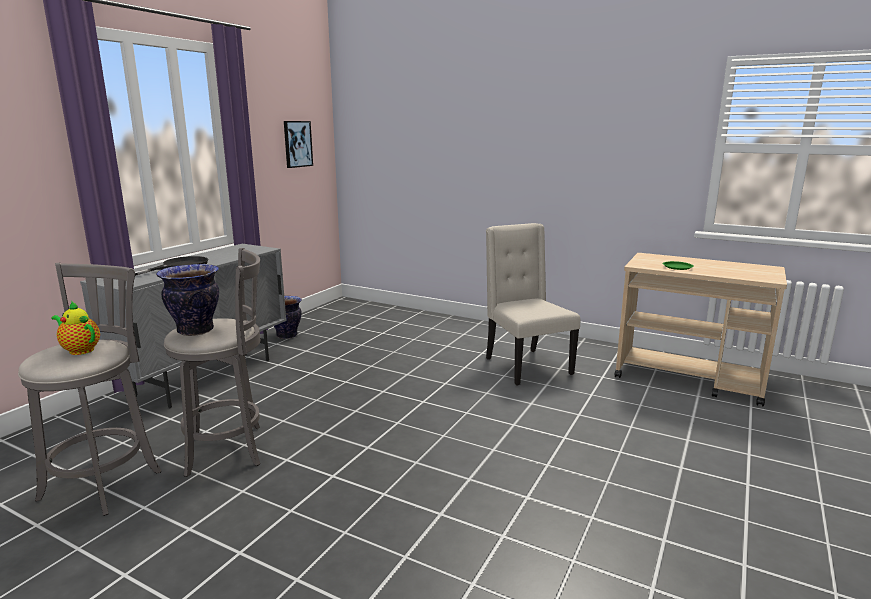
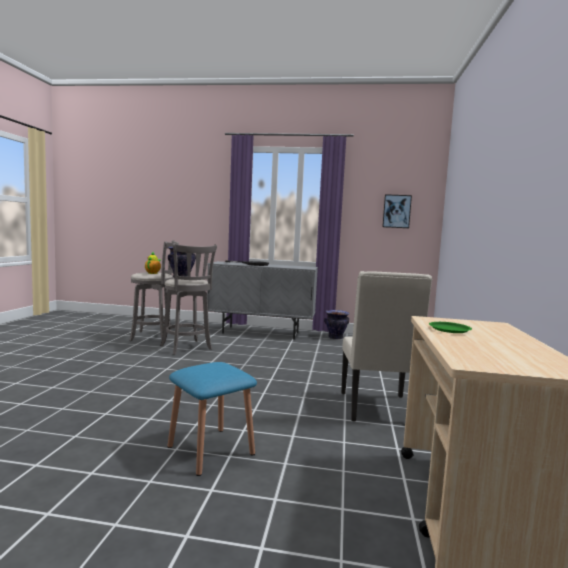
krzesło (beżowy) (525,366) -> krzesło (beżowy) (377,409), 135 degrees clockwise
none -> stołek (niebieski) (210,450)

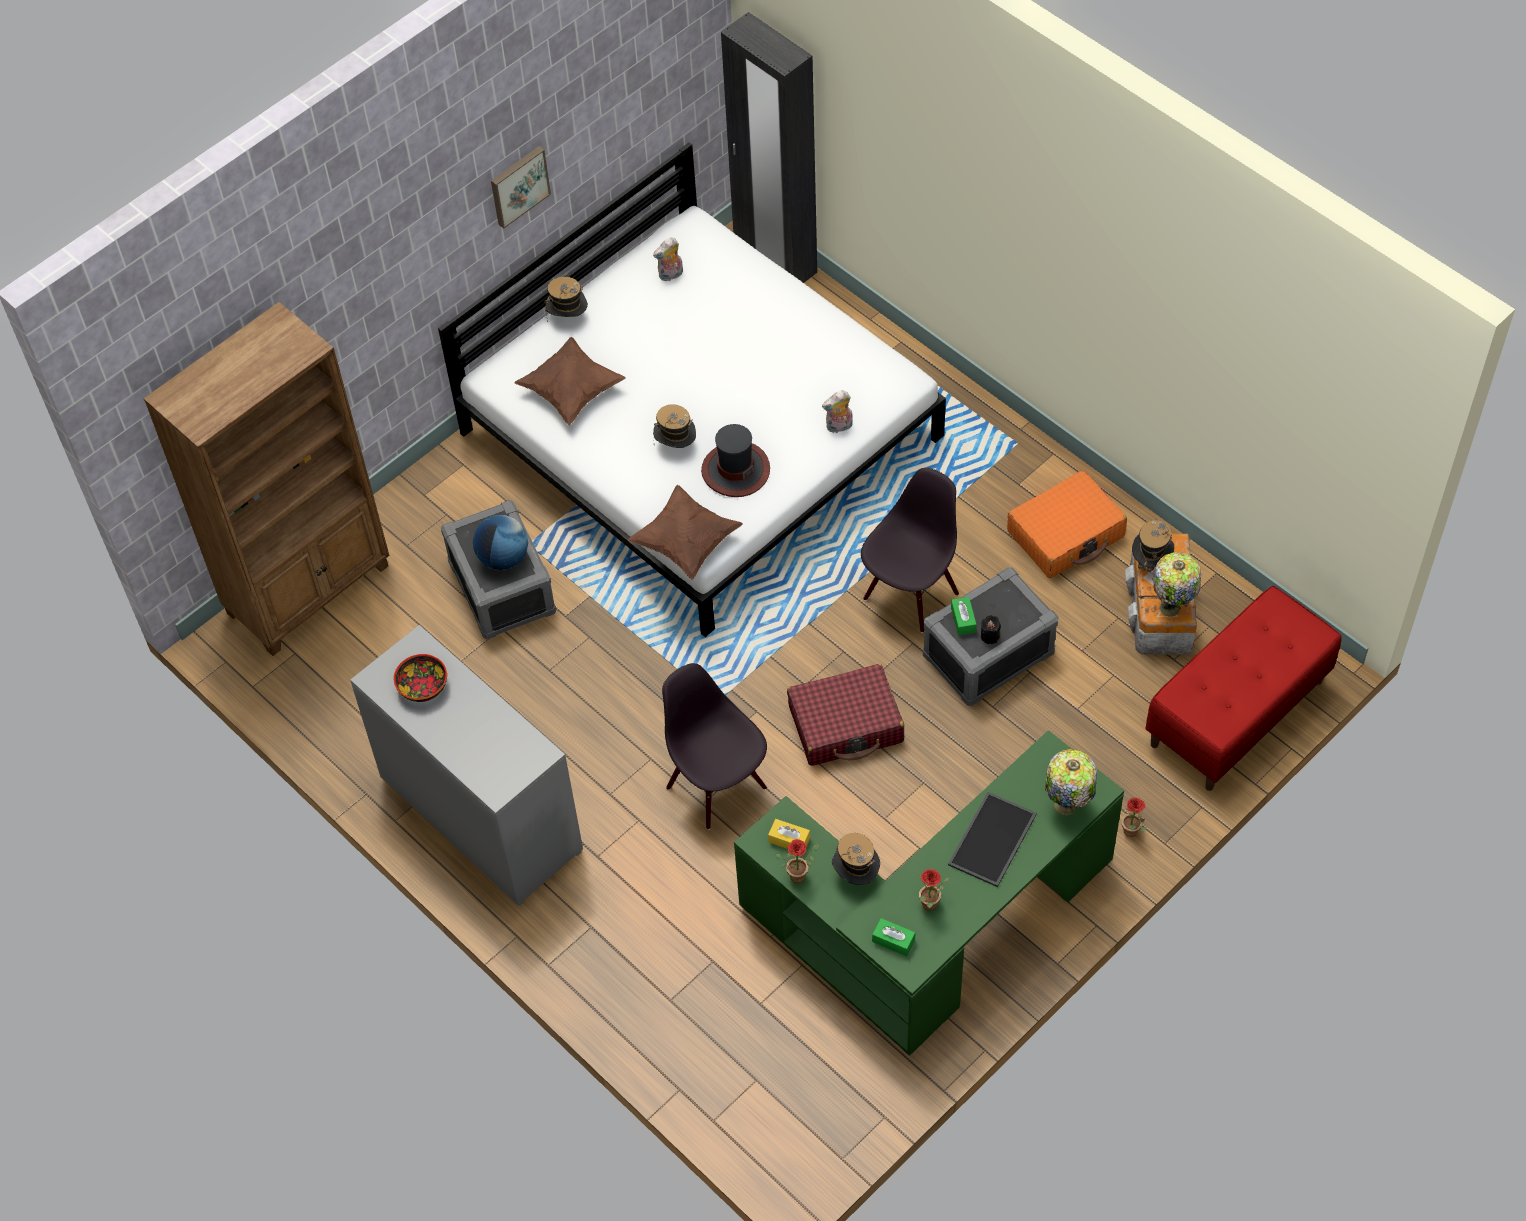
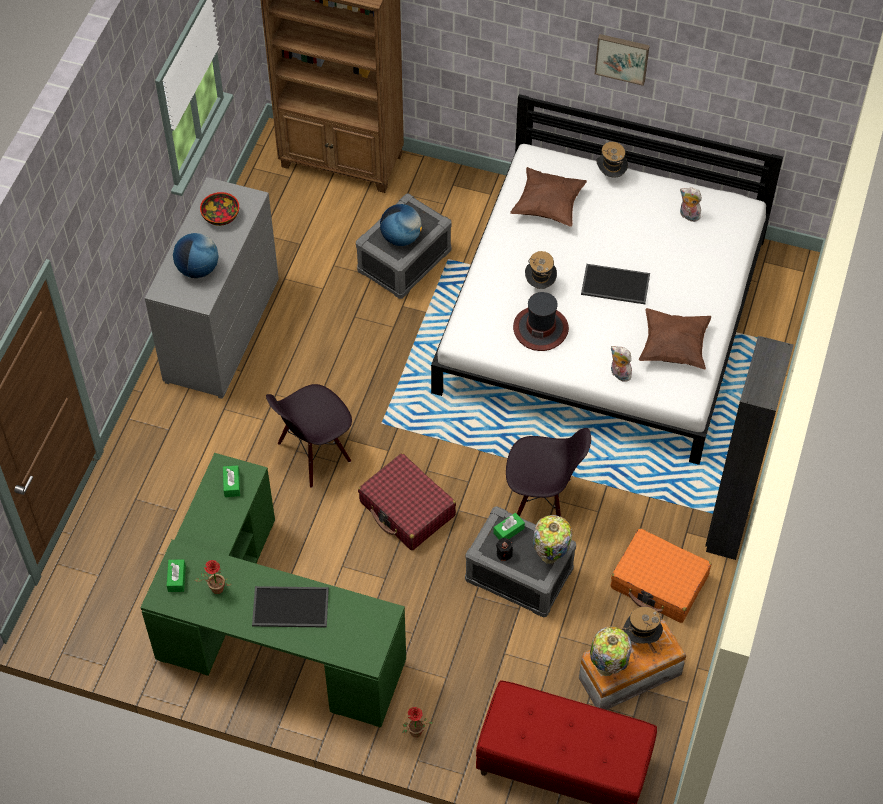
szafa (czarny) (775,260) -> szafa (czarny) (728,524), relocated
poduszka (brązowy) (686,543) -> poduszka (brązowy) (673,347), relocated
krzesło (czarny) (717,787) -> krzesło (czarny) (314,454), 150 degrees counterclockwise
lampa stołowa (1067,806) -> lampa stołowa (549,557), relocated
pudełko chusteczek (żółty) (789,840) -> pudełko chusteczek (zielony) (232,484)
kapelusz (855,875) -> none
roślina doniczkowa (799,873) -> none
none -> globus (198,269)
none -> taca (614,285)

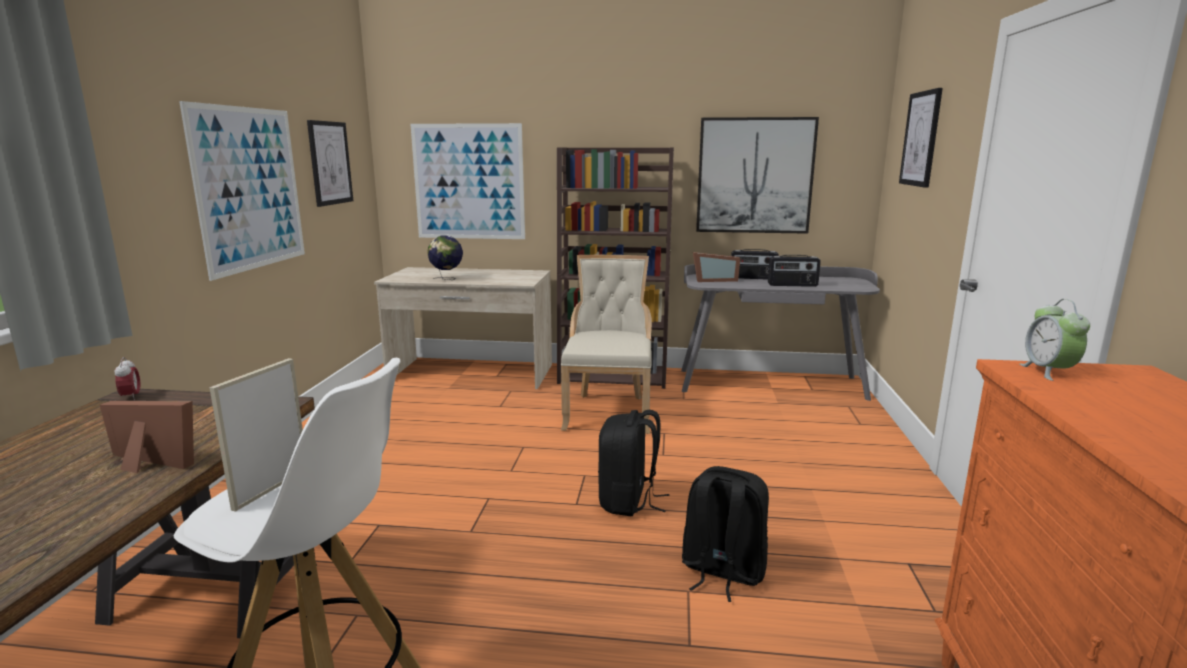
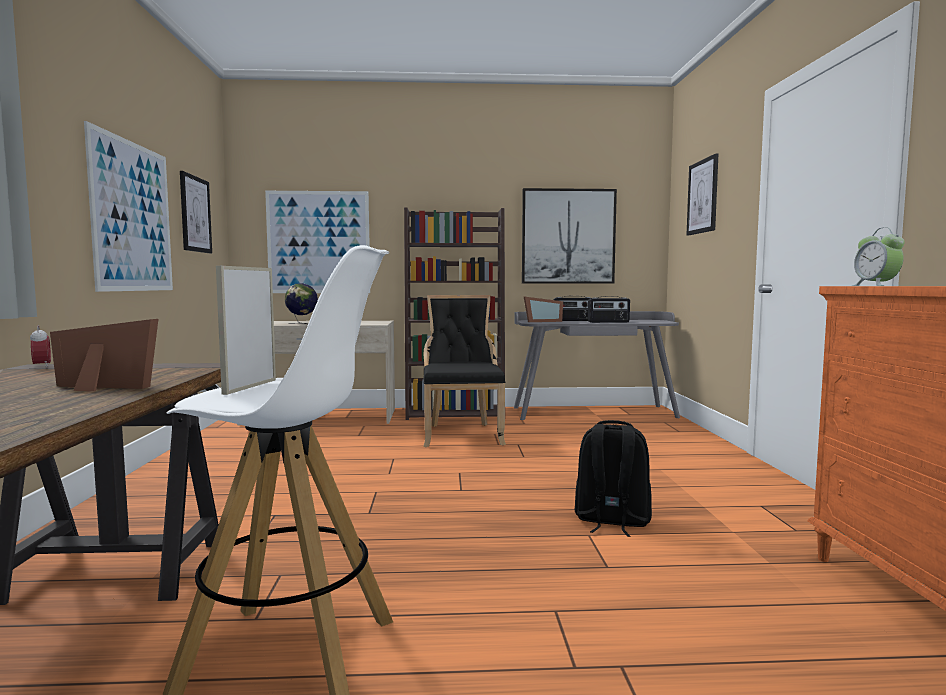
krzesło (beżowy) (608,411) -> krzesło (czarny) (461,434)
plecak (czarny) (628,501) -> none

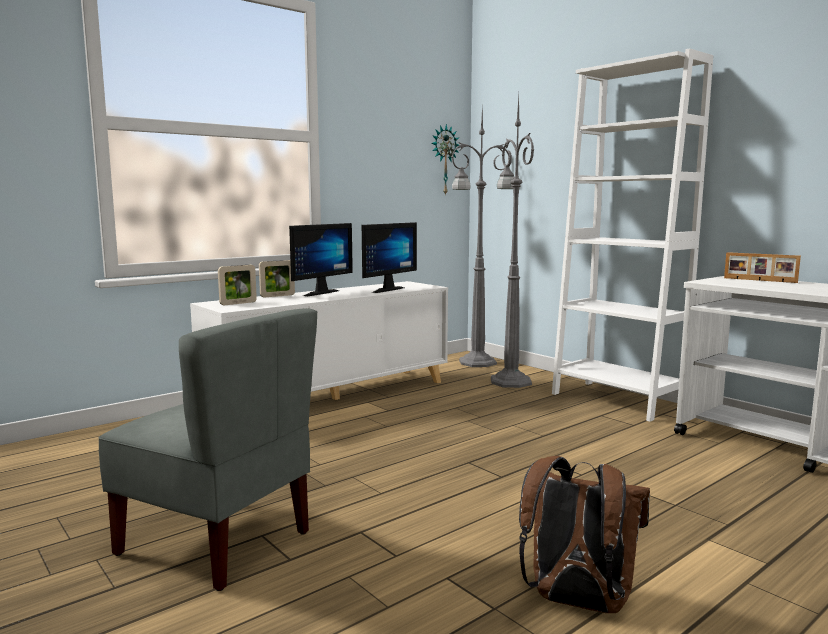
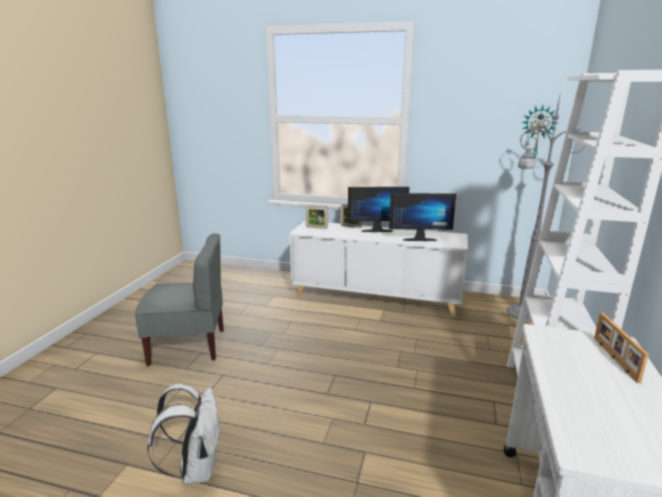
lampa stojąca (szary) (510,381) -> none
krzesło (szary) (217,542) -> krzesło (szary) (188,346), 90 degrees counterclockwise
plecak (brązowy) (576,602) -> plecak (biały) (196,468)

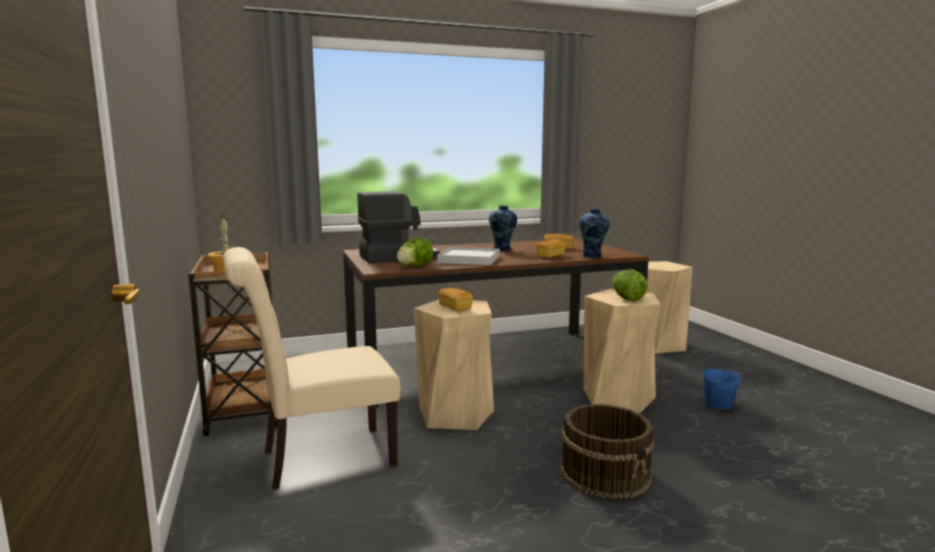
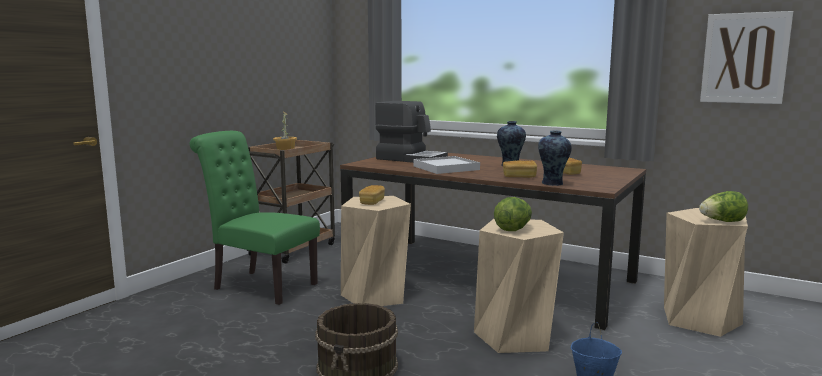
sałata (414,267) -> sałata (722,221), relocated
krzesło (beżowy) (319,459) -> krzesło (zielony) (260,285)
none -> obraz (744,58)

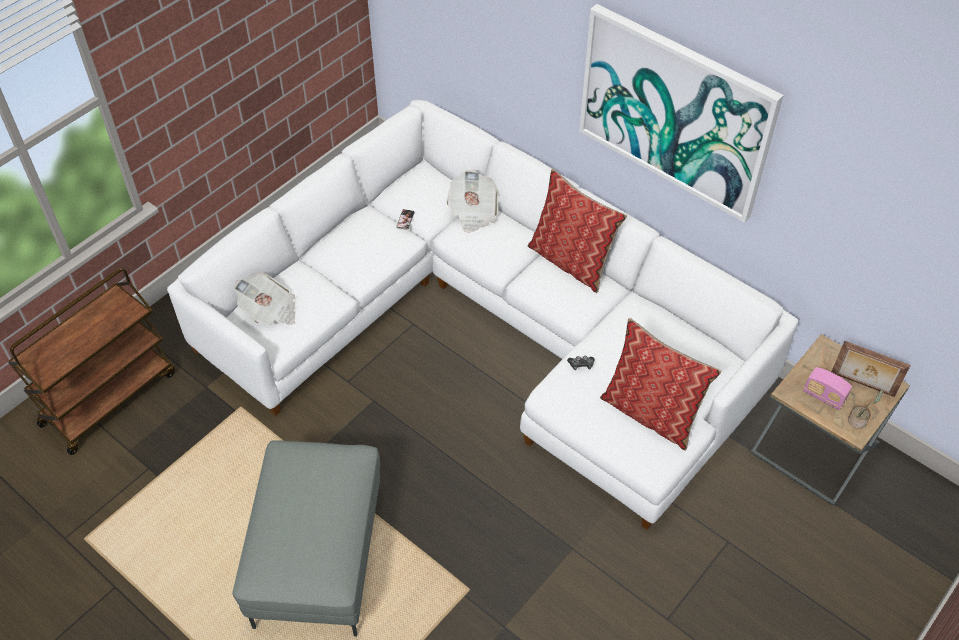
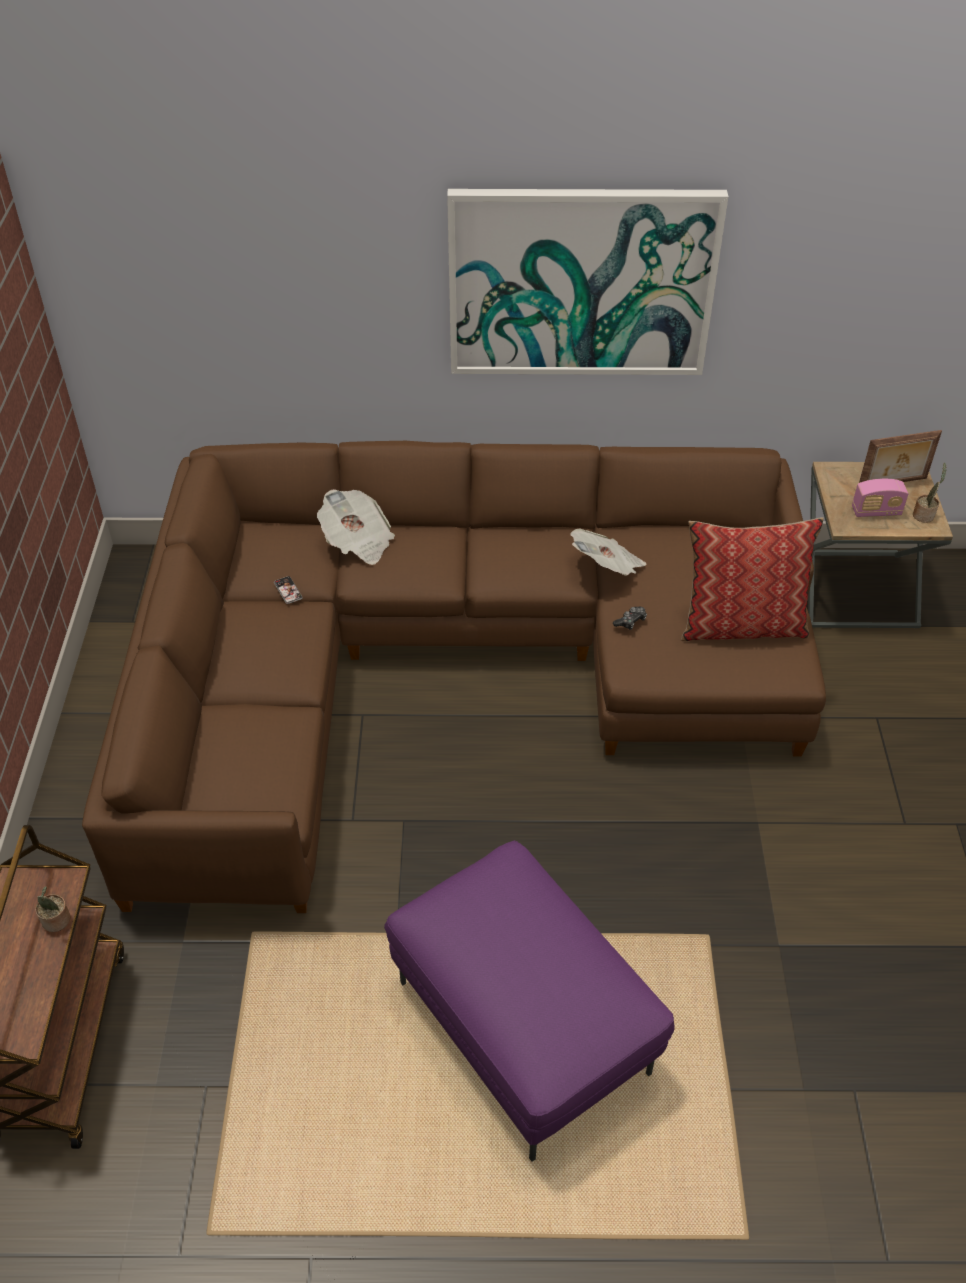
kanapa (biały) (489,326) -> kanapa (brązowy) (447,666)
poduszka (571,261) -> none
gazeta (269,311) -> gazeta (607,567), relocated
pufa (szary) (320,559) -> pufa (fioletowy) (525,1027)
none -> roślina doniczkowa (57,921)

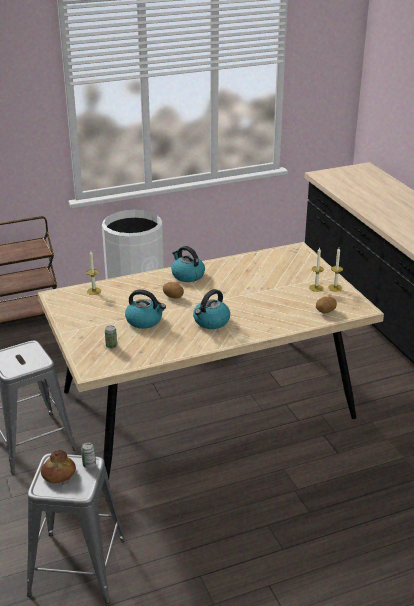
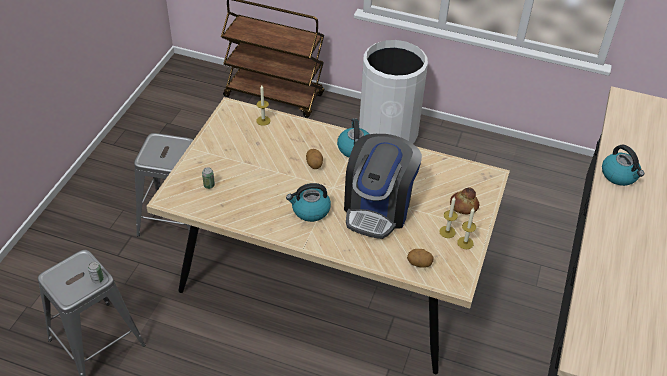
czajnik (145,321) -> czajnik (619,175), relocated
chleb (58,474) -> chleb (463,206), relocated
none -> ekspres do kawy (378,208)

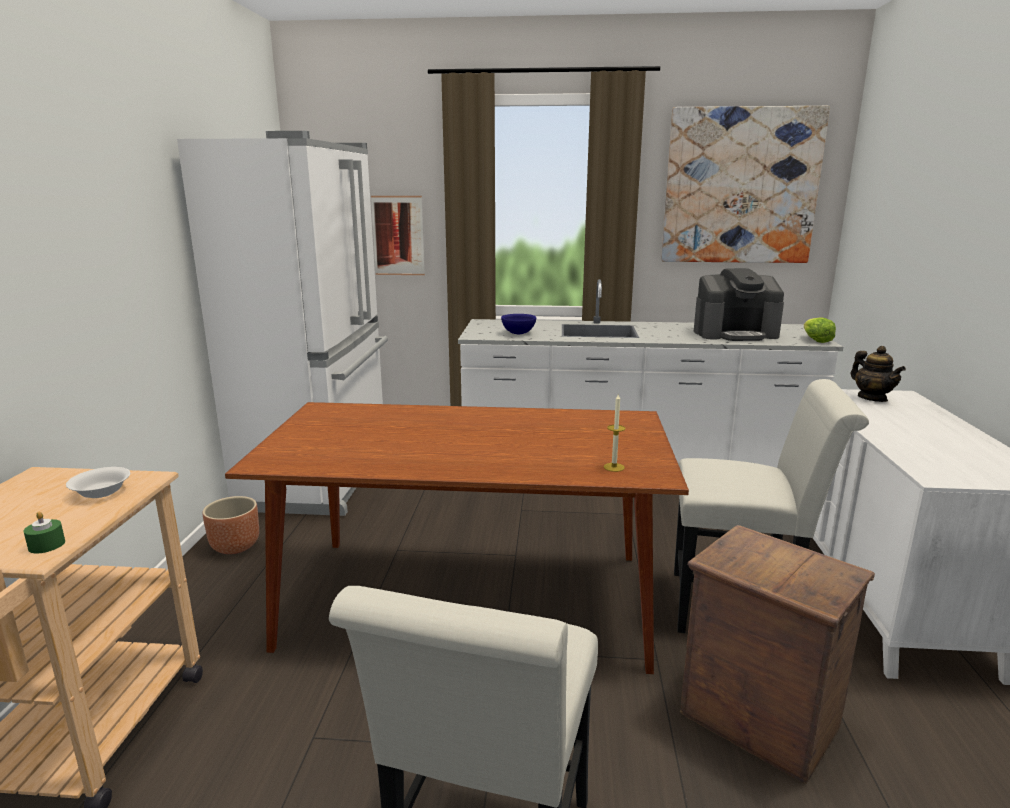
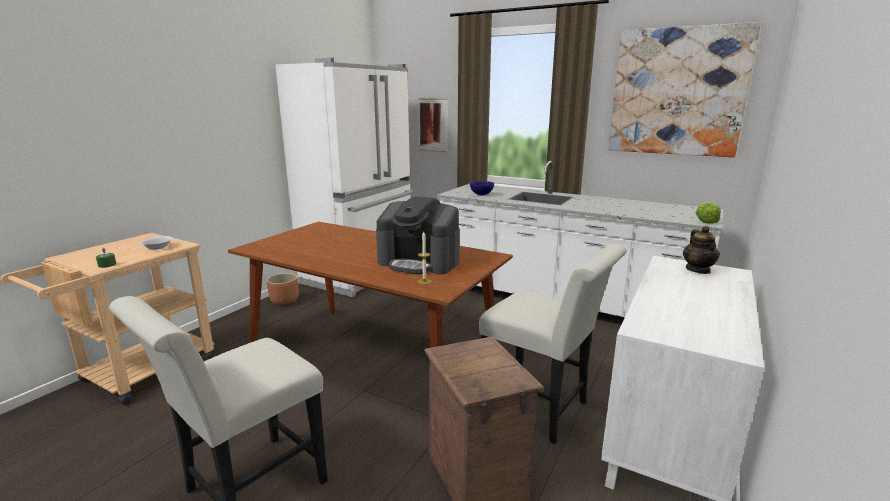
ekspres do kawy (735,334) -> ekspres do kawy (419,262), relocated

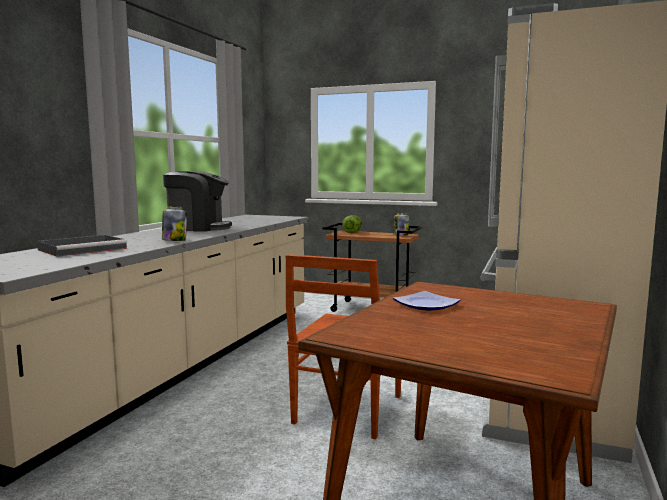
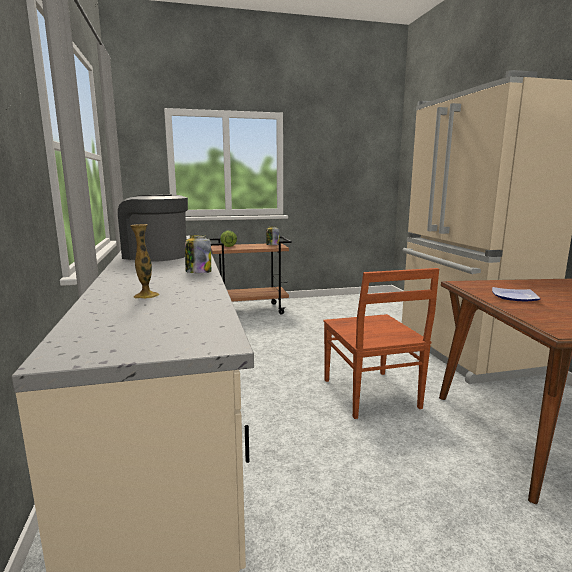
ekspres do kawy (198,228) -> ekspres do kawy (155,256), 120 degrees counterclockwise
taca (szary) (84,249) -> wazon (146,295)

